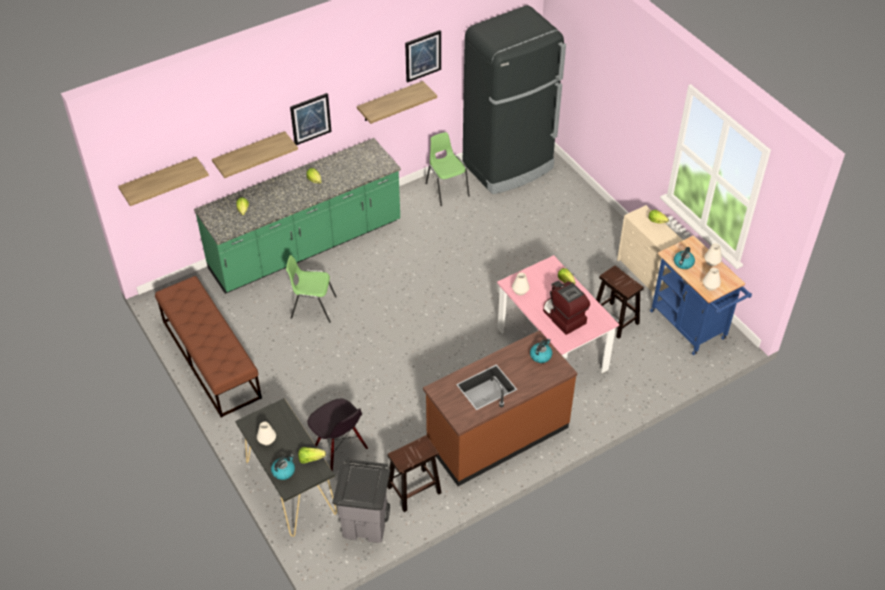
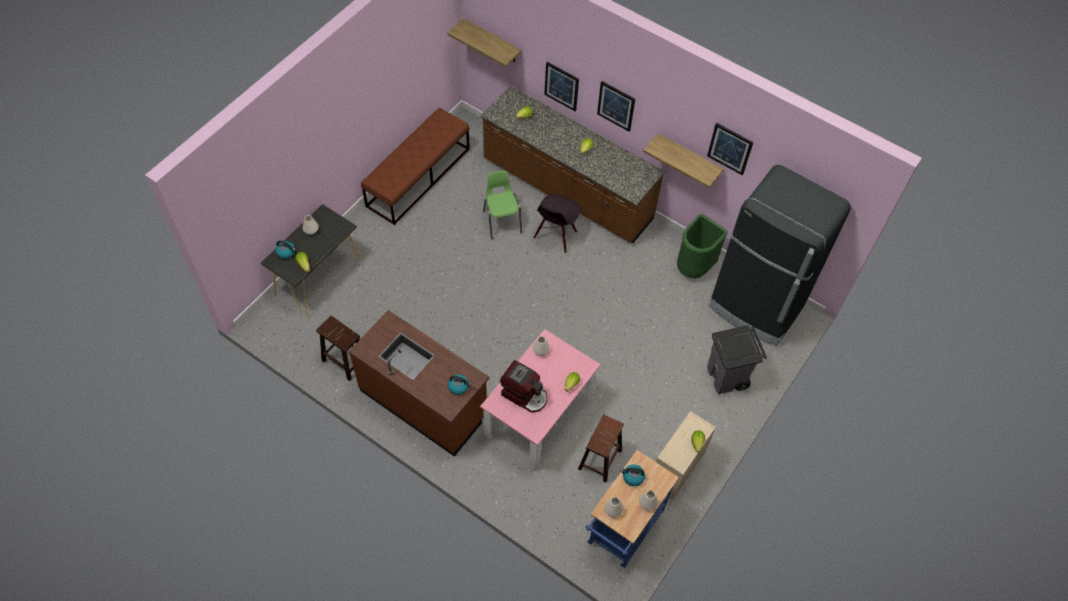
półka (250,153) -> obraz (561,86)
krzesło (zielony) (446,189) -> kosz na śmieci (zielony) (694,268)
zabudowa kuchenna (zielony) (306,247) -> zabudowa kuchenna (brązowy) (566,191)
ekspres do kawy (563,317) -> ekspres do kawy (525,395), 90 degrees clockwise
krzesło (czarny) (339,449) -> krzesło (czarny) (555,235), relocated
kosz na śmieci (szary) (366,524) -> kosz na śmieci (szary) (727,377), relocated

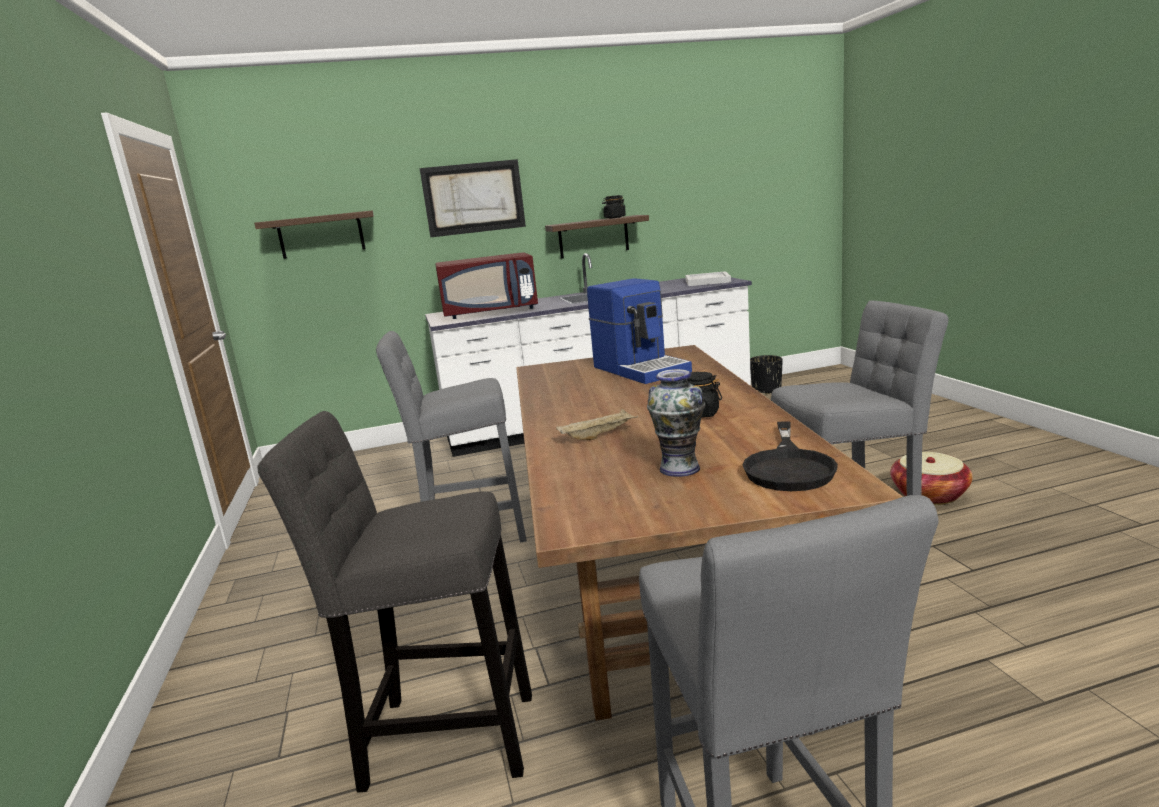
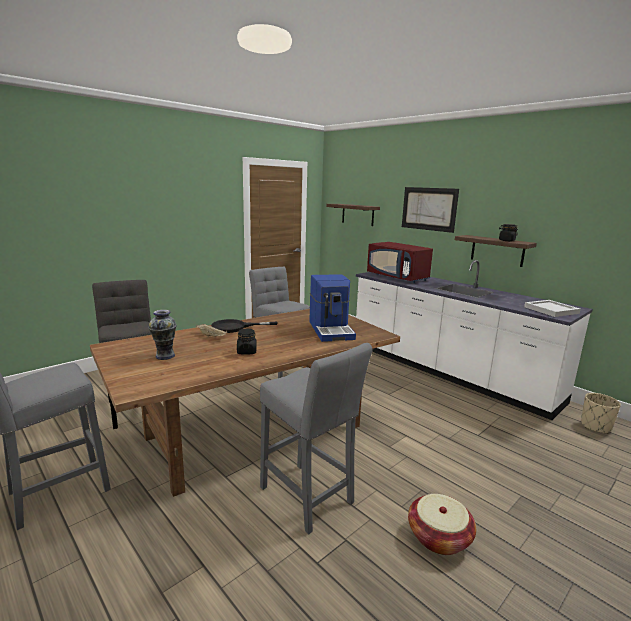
ekspres do kawy (641,369) -> ekspres do kawy (331,330), 45 degrees counterclockwise
donica (czarny) (766,390) -> donica (beżowy) (596,426)
patelnia (czarny) (788,466) -> patelnia (czarny) (235,327), relocated

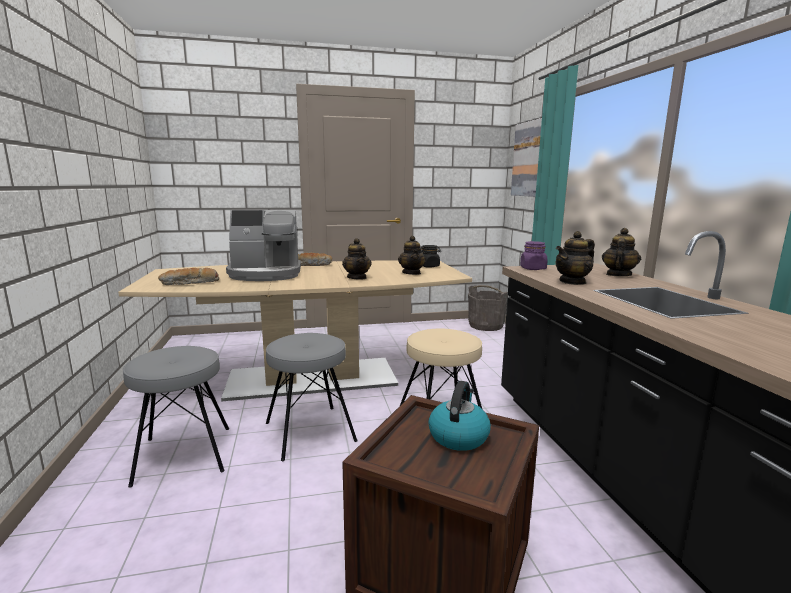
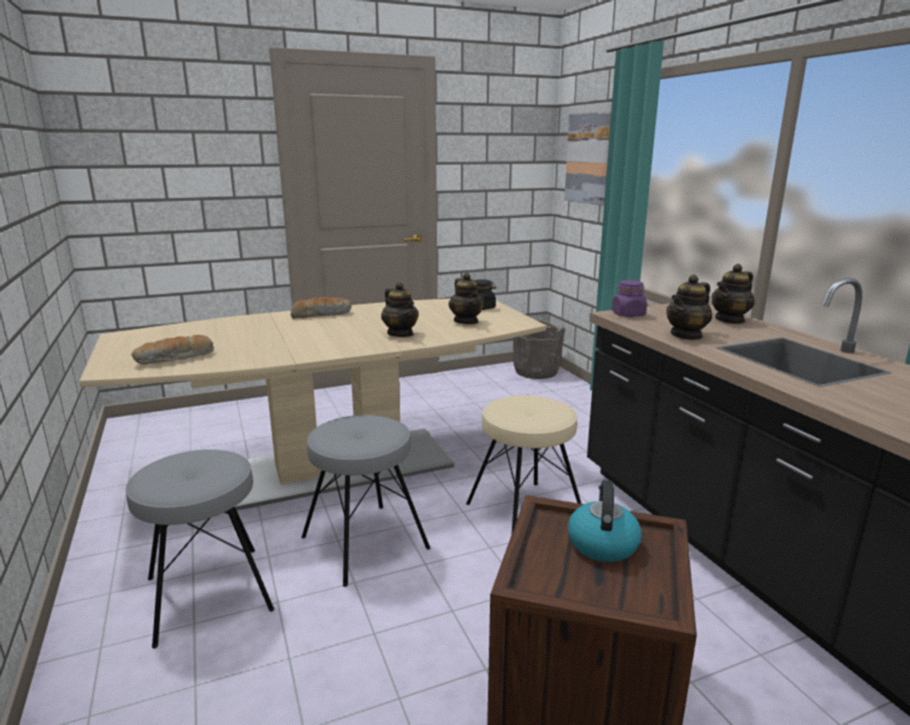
ekspres do kawy (266,274) -> none
imbryk (618,275) -> imbryk (730,320), 150 degrees counterclockwise

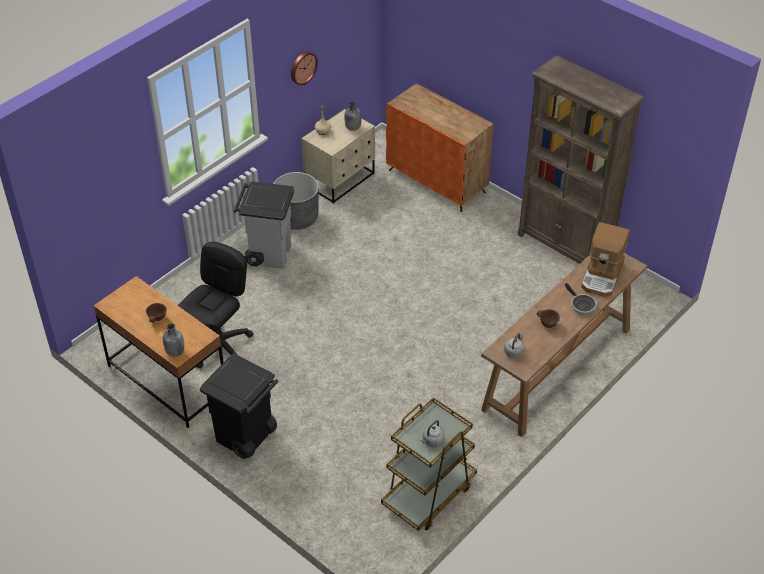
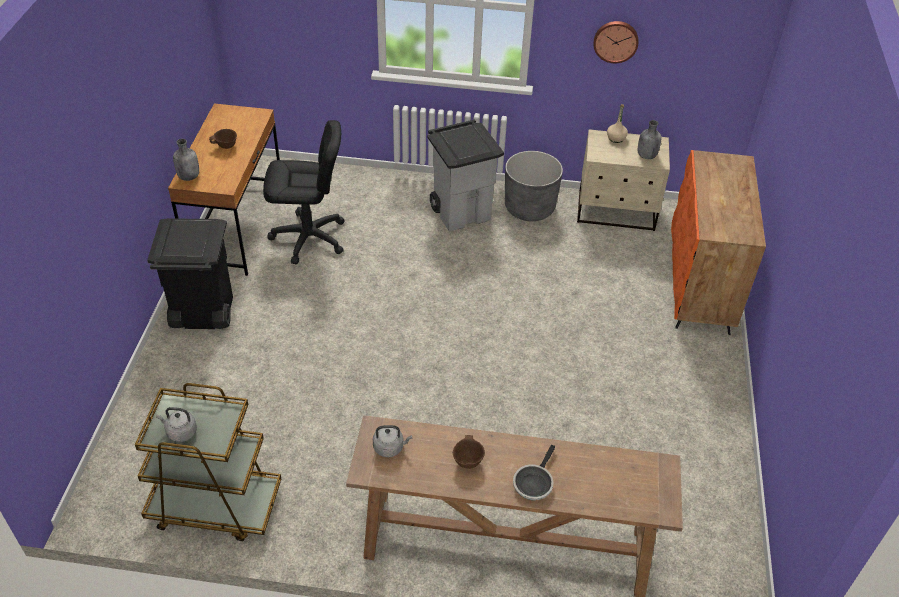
regał (brązowy) (564,246) -> none
ekspres do kawy (602,276) -> none

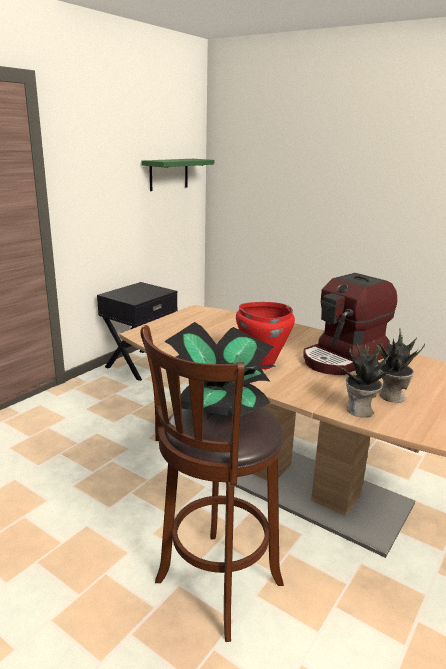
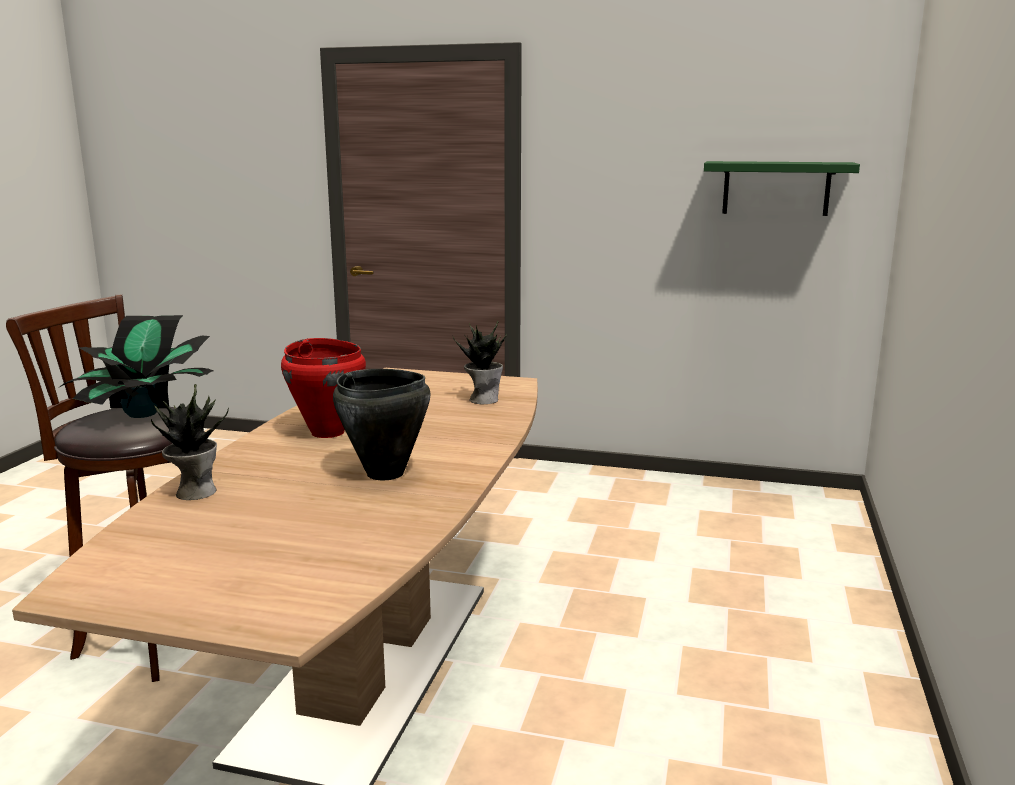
ekspres do kawy (344,358) -> garnek (czarny) (385,474)
szafka nocna (czarny) (139,364) -> none
roślina doniczkowa (391,396) -> roślina doniczkowa (483,399), relocated

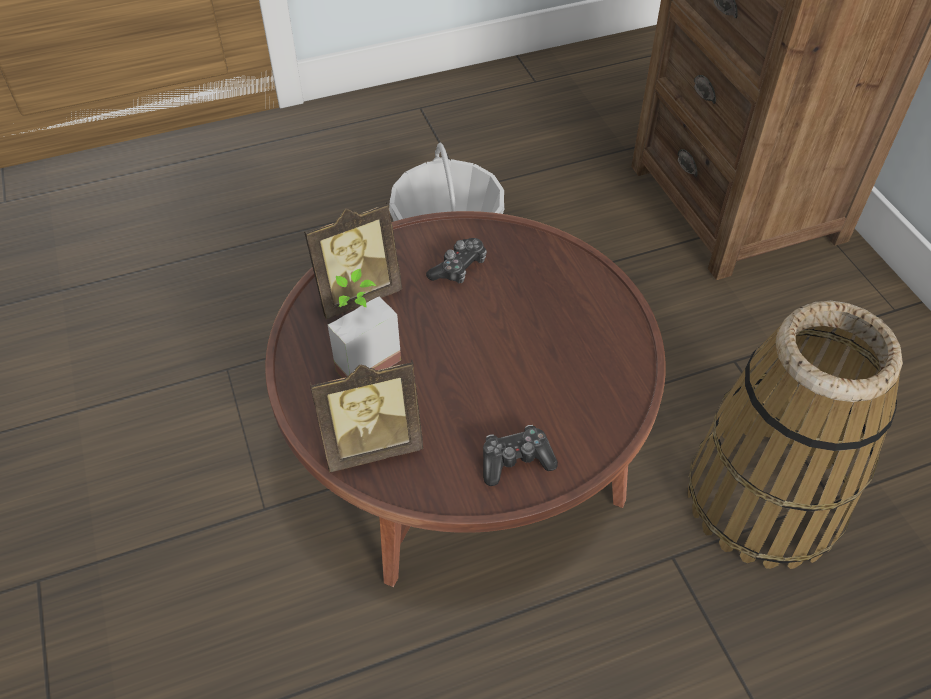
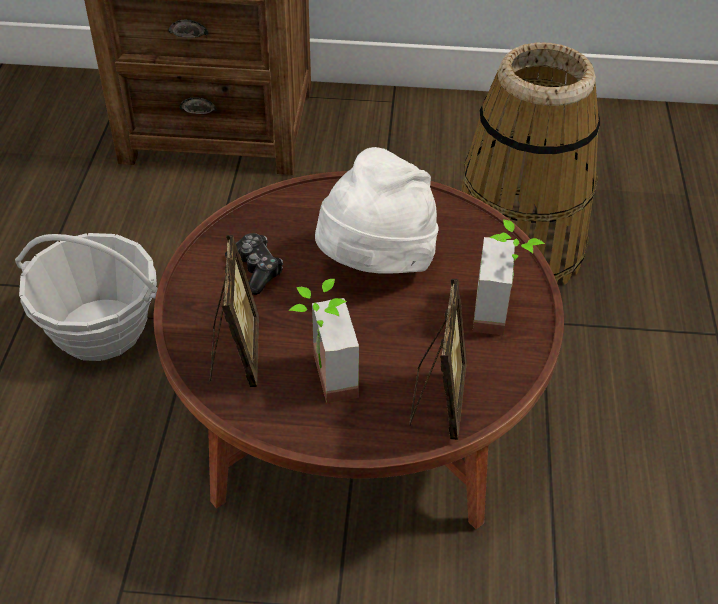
pad do gier (515,461) -> roślina doniczkowa (503,313)
none -> kapelusz (biały) (376,263)

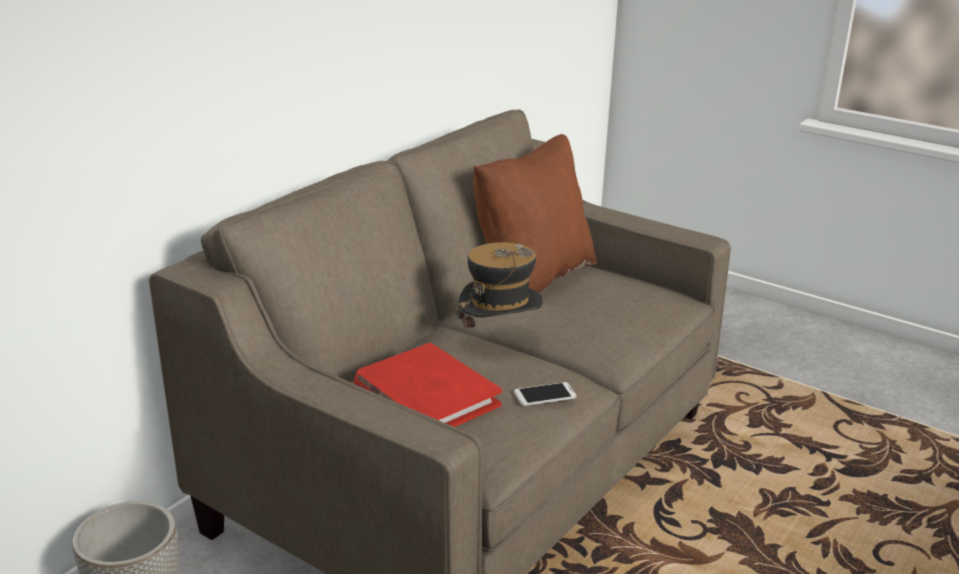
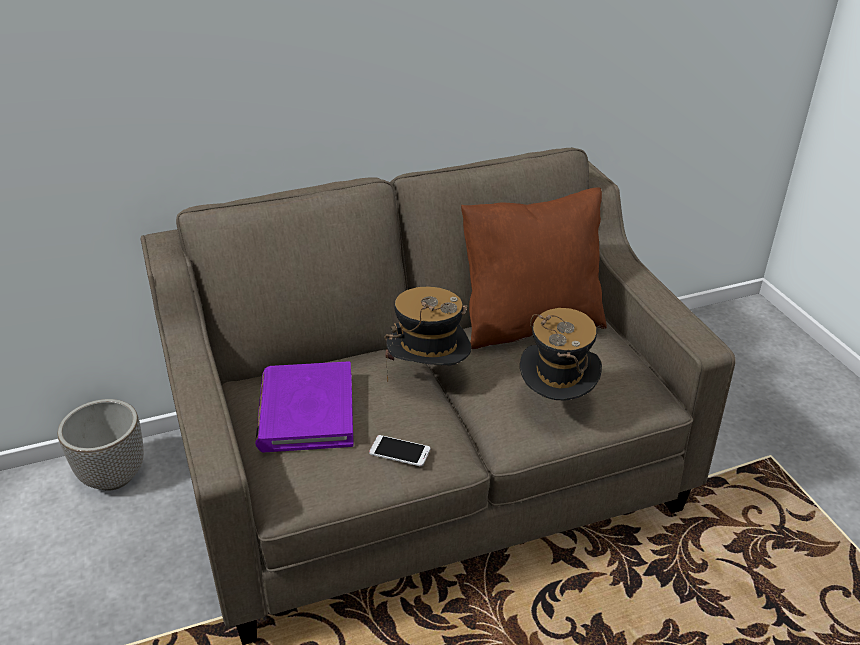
książka (czerwony) (426,397) -> książka (fioletowy) (306,411)
none -> kapelusz (556,403)

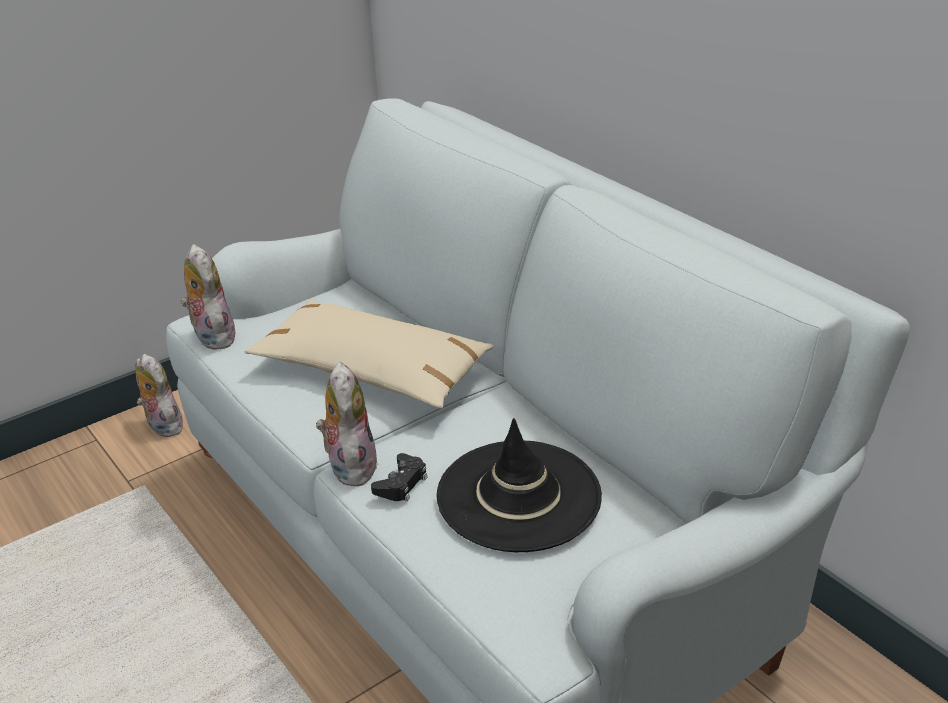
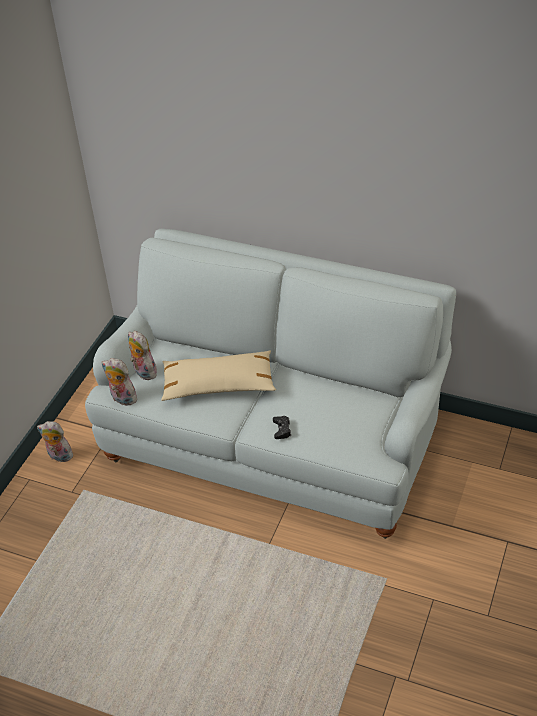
pluszak (349,466) -> pluszak (143,372), relocated
kapelusz (czarny) (519,496) -> none

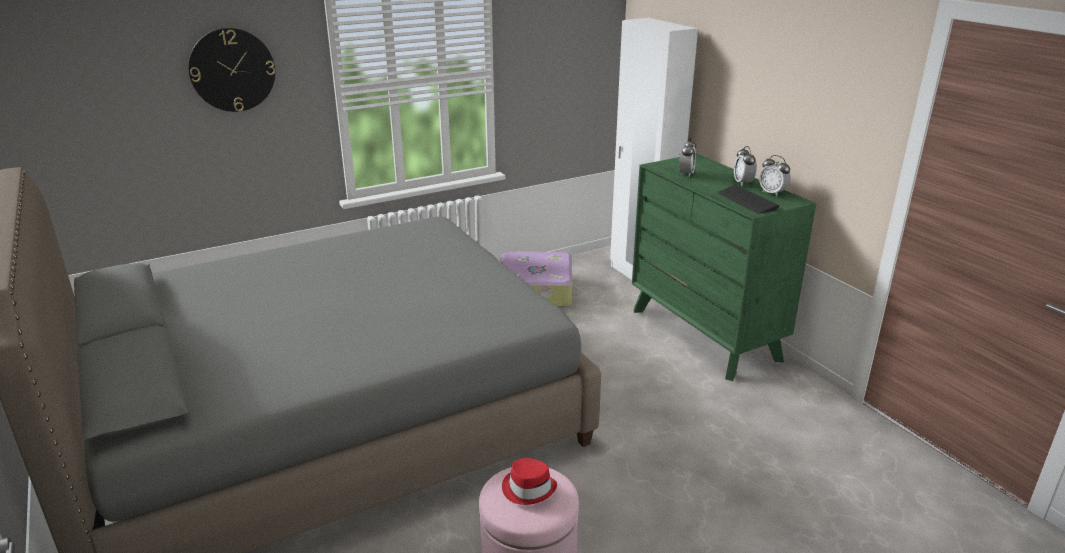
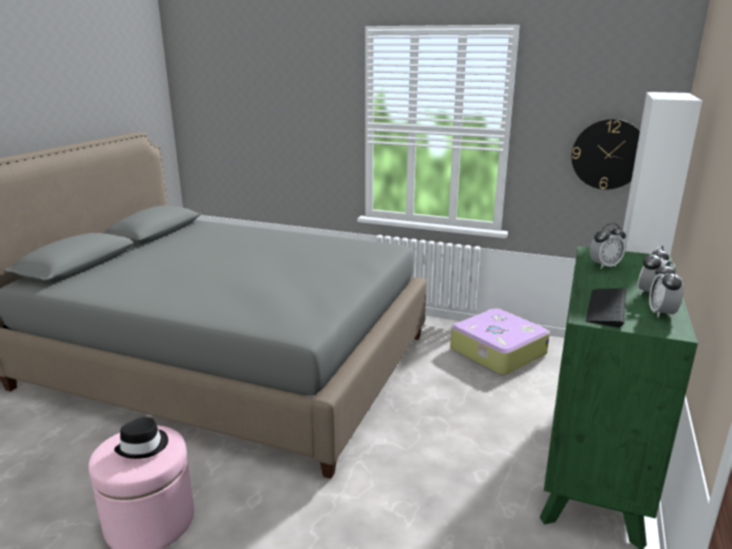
zegar ścienny (232,70) -> zegar ścienny (608,154), relocated
kapelusz (czerwony) (528,488) -> kapelusz (czarny) (143,446)

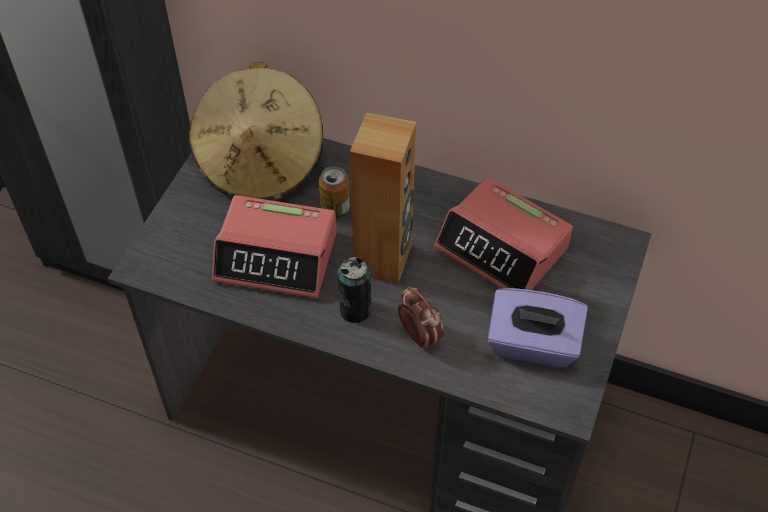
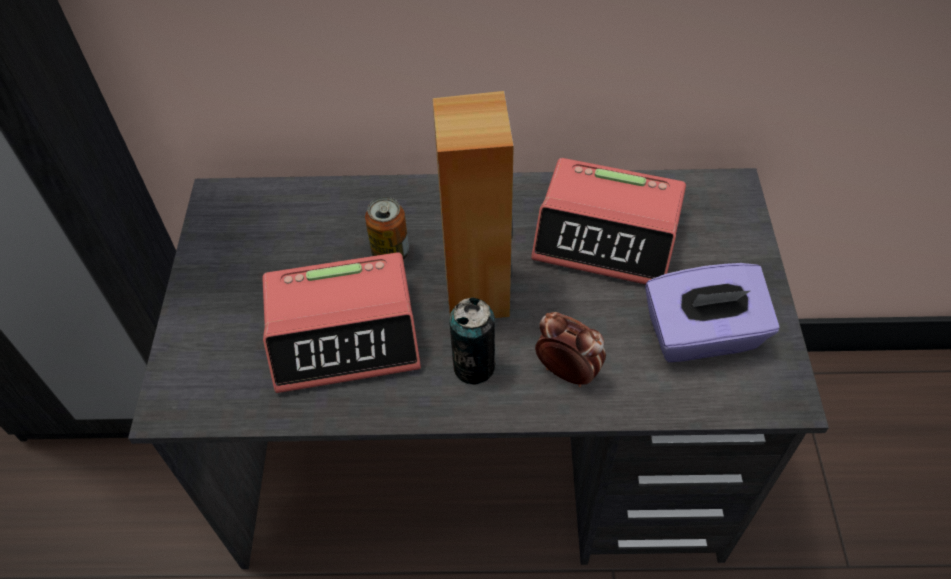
kapelusz (beżowy) (261,162) -> none

